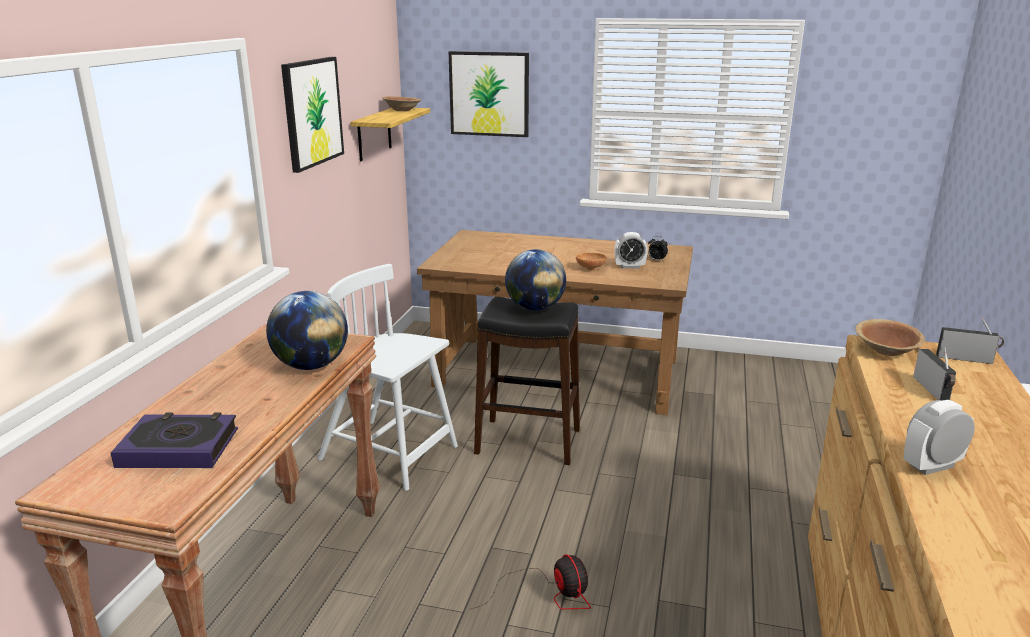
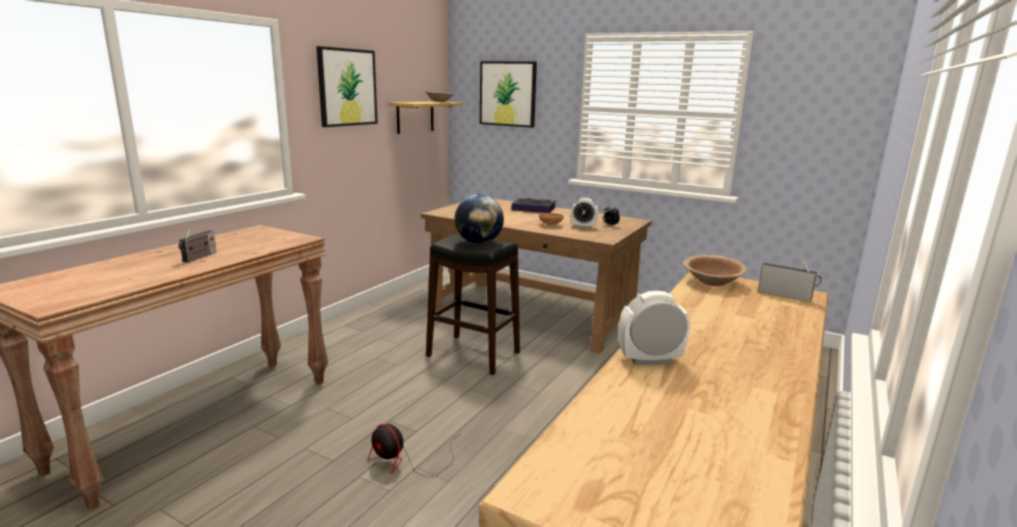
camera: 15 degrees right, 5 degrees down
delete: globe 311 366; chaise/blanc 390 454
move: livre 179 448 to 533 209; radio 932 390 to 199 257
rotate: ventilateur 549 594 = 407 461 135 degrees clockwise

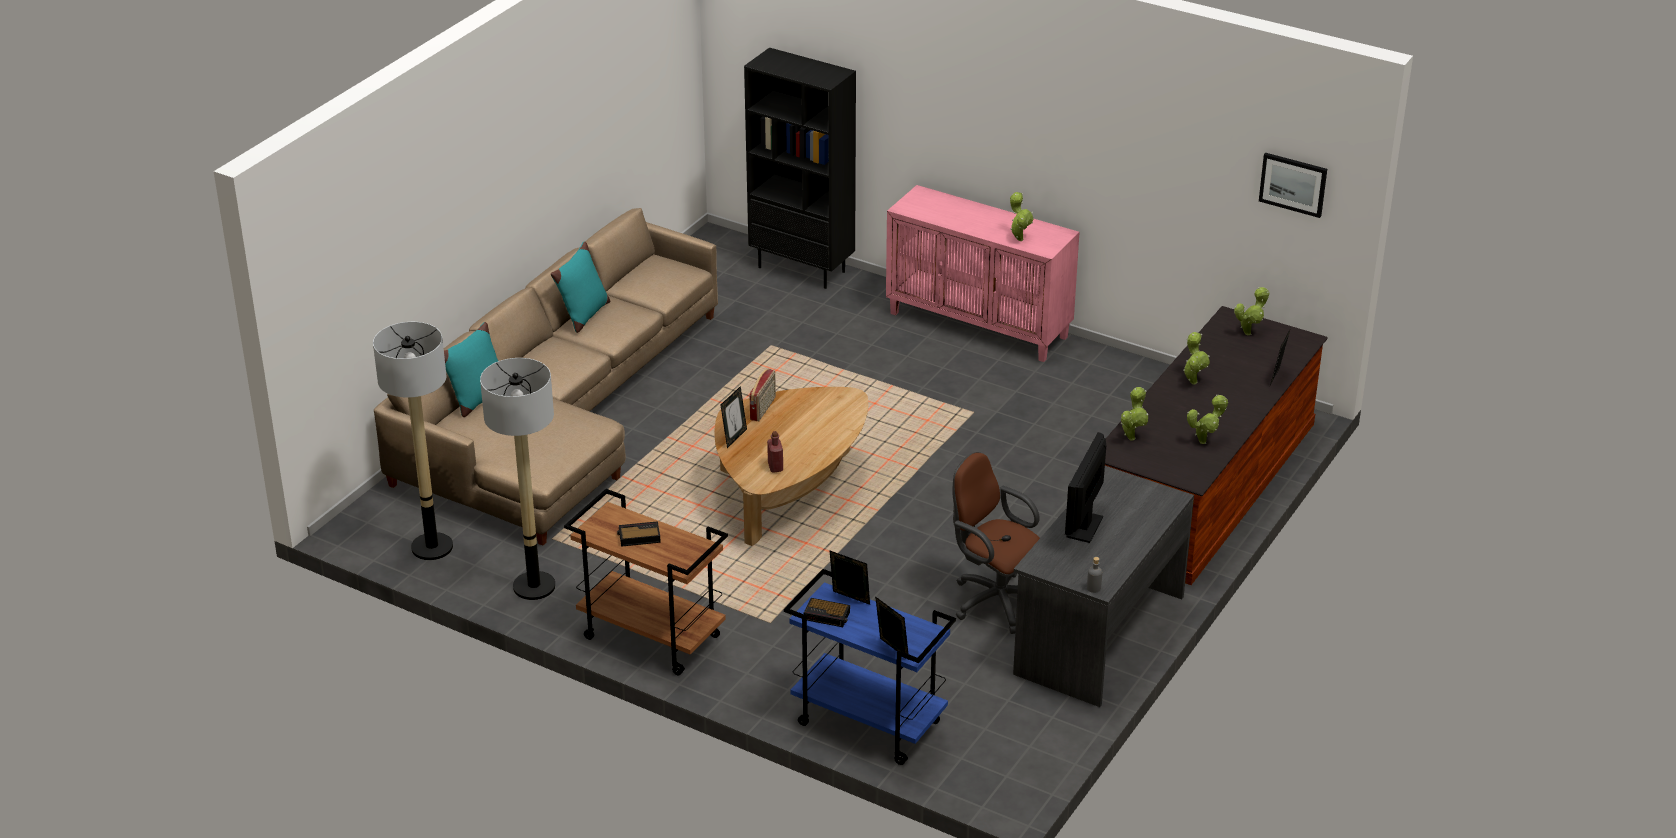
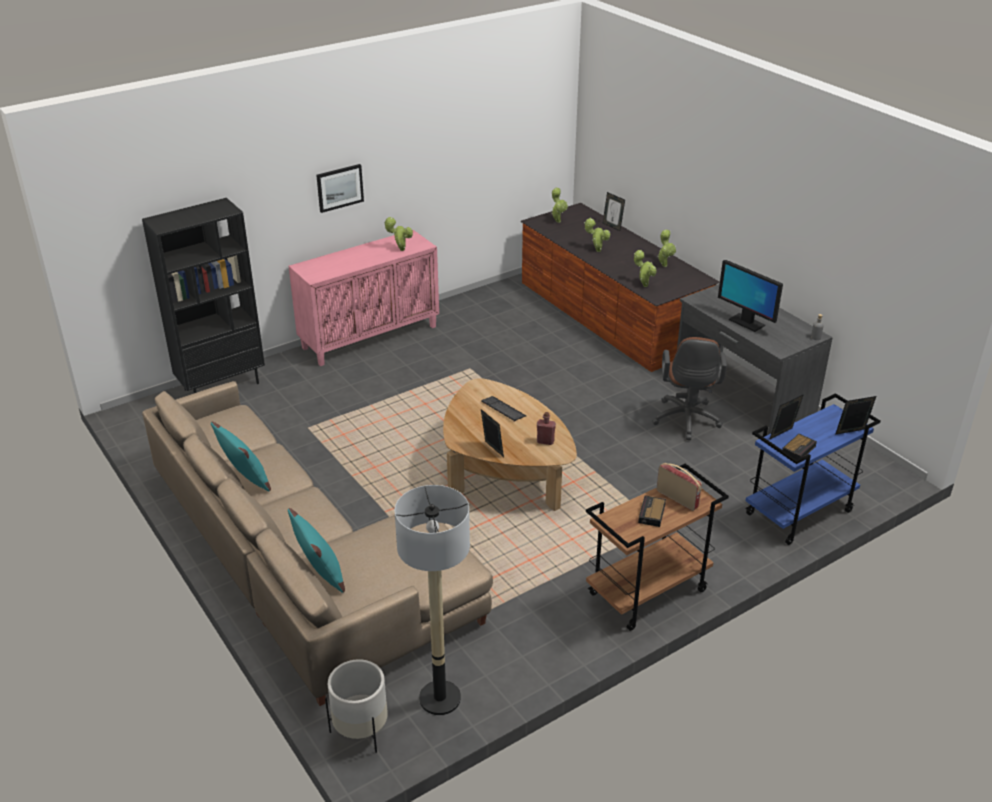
camera: 65 degrees left, 0 degrees up
delete: lampadaire 534 587
insert: cache-pot/blanc 361 731; clavier 503 409
move: radio 763 409 to 677 498; tableau 1293 184 to 339 187
rotate: chaise de bureau/marron 994 600 = 686 421 60 degrees counterclockwise

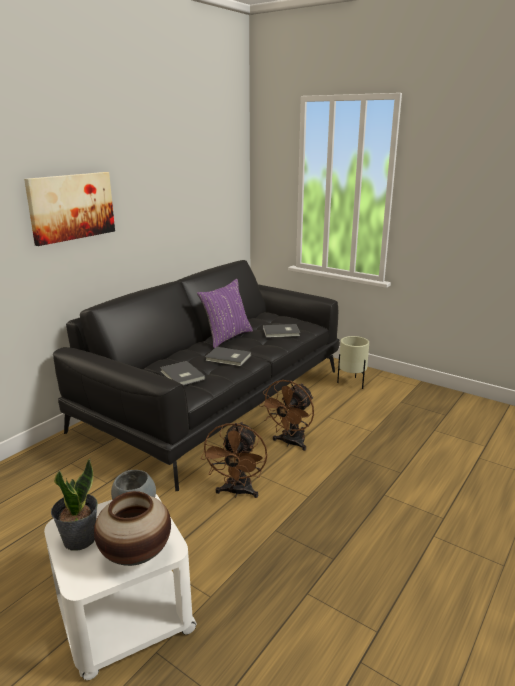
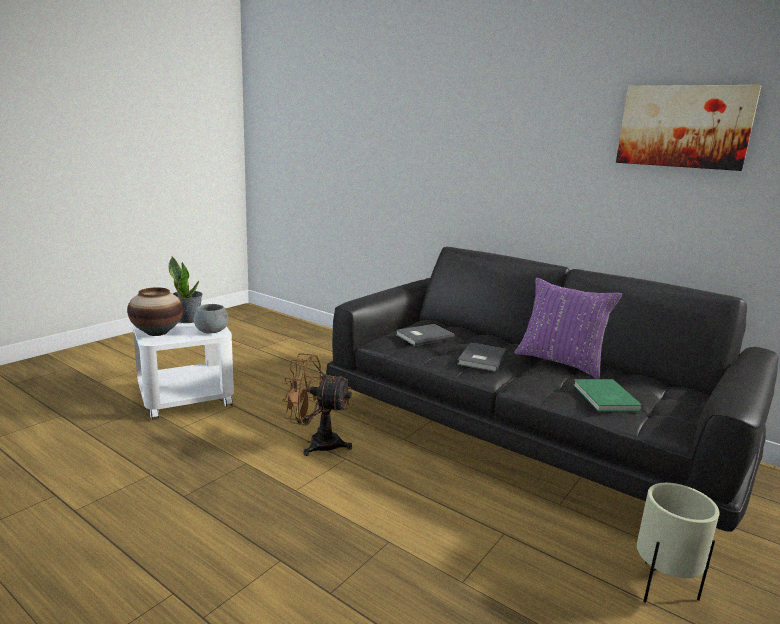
camera: 90 degrees right, 5 degrees down
delete: ventilateur/marron 290 443
move: tableau 71 207 to 684 127
recolor: livre/gris 281 332 to livre/vert 604 397

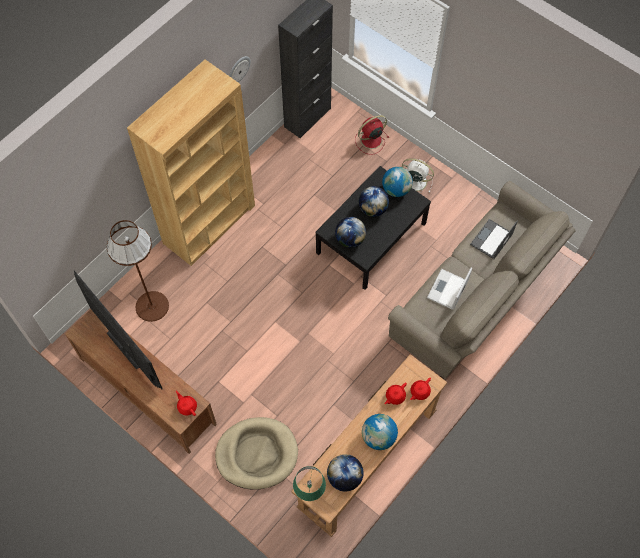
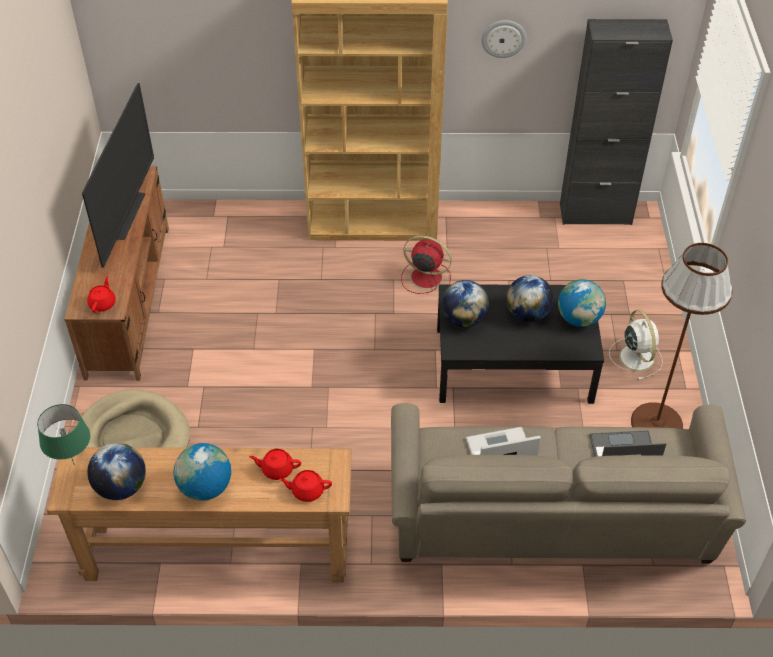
camera: 50 degrees right, 15 degrees down
move: lampadaire/marron 152 306 to 657 423; ventilateur/rouge 370 140 to 425 277

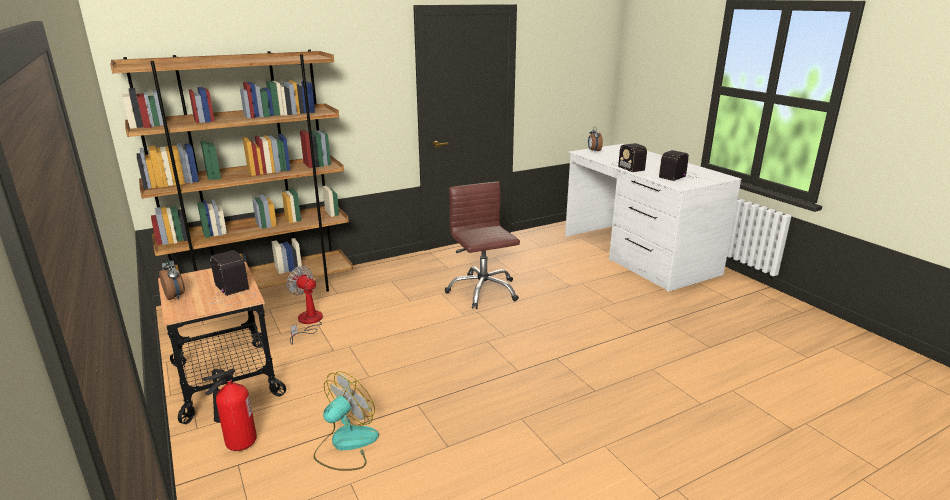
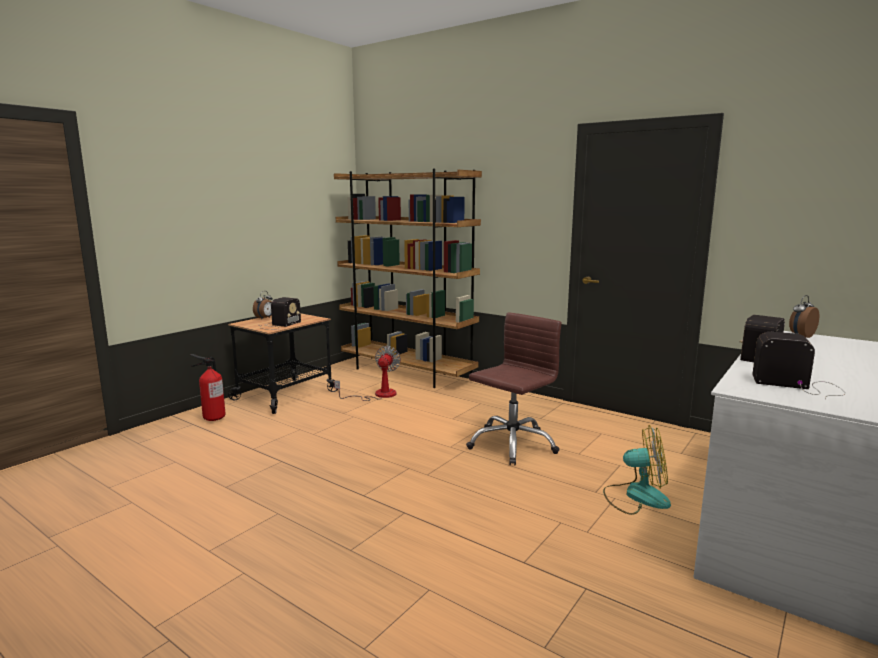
camera: 65 degrees right, 10 degrees down
move: ventilateur 346 444 to 636 496

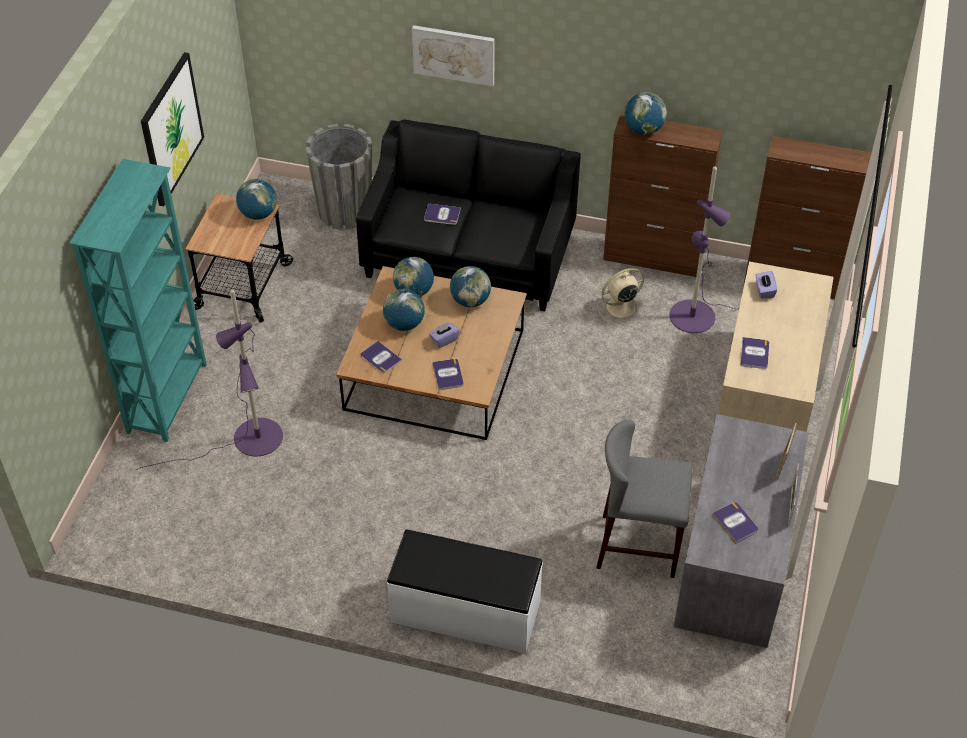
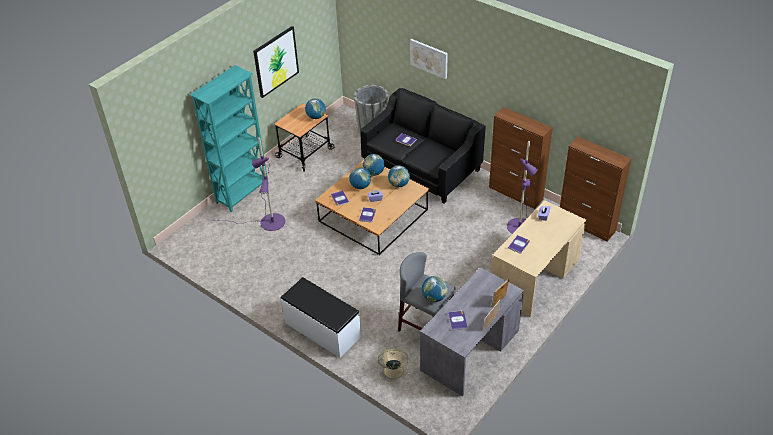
camera: 25 degrees right, 5 degrees down
move: ventilateur/beige 619 308 to 392 370; globe 643 129 to 434 297

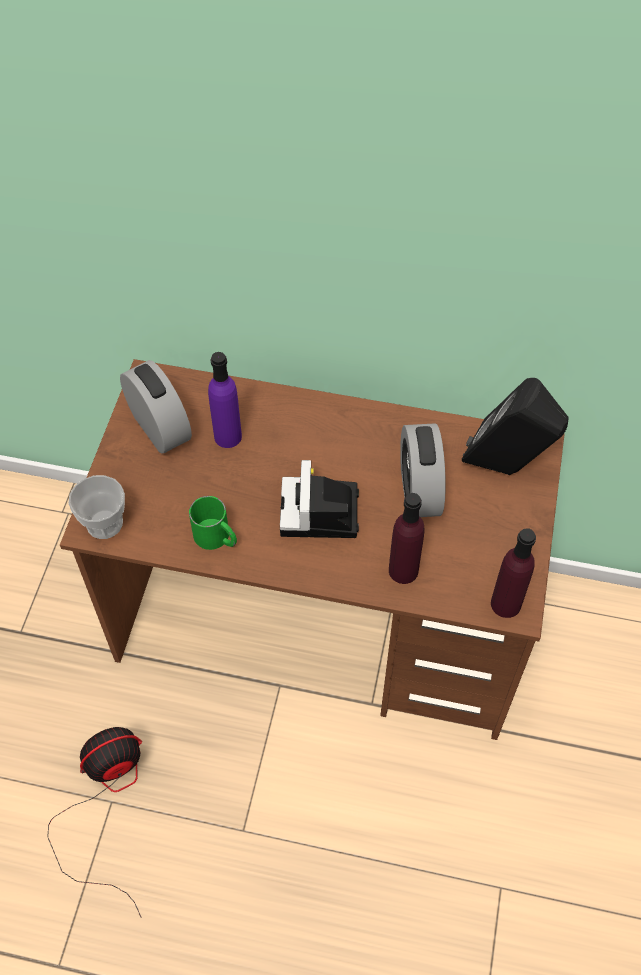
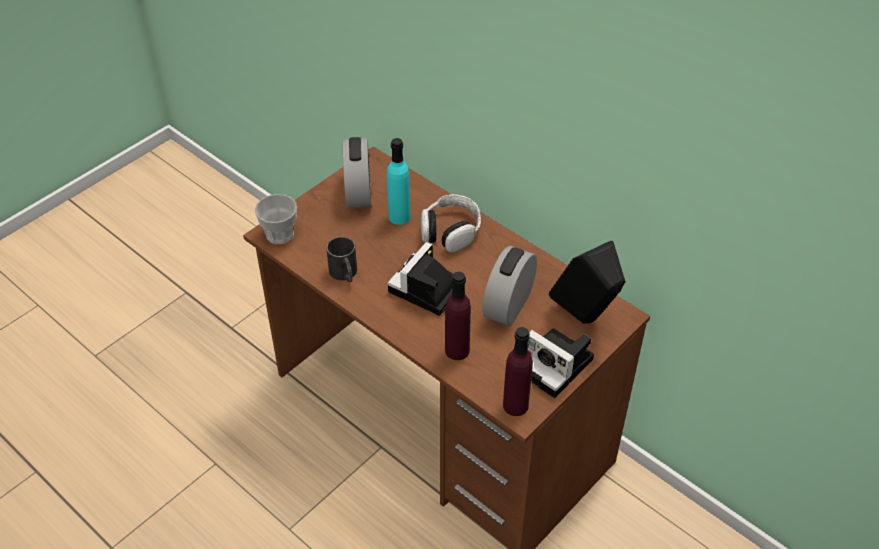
camera: 30 degrees right, 10 degrees down
delete: ventilateur 106 800
insert: casque audio 450 231; appareil photo 556 365
recolor: mug/vert 217 538 to mug/noir 345 274; bouteille/violet 228 436 to bouteille/turquoise 399 217

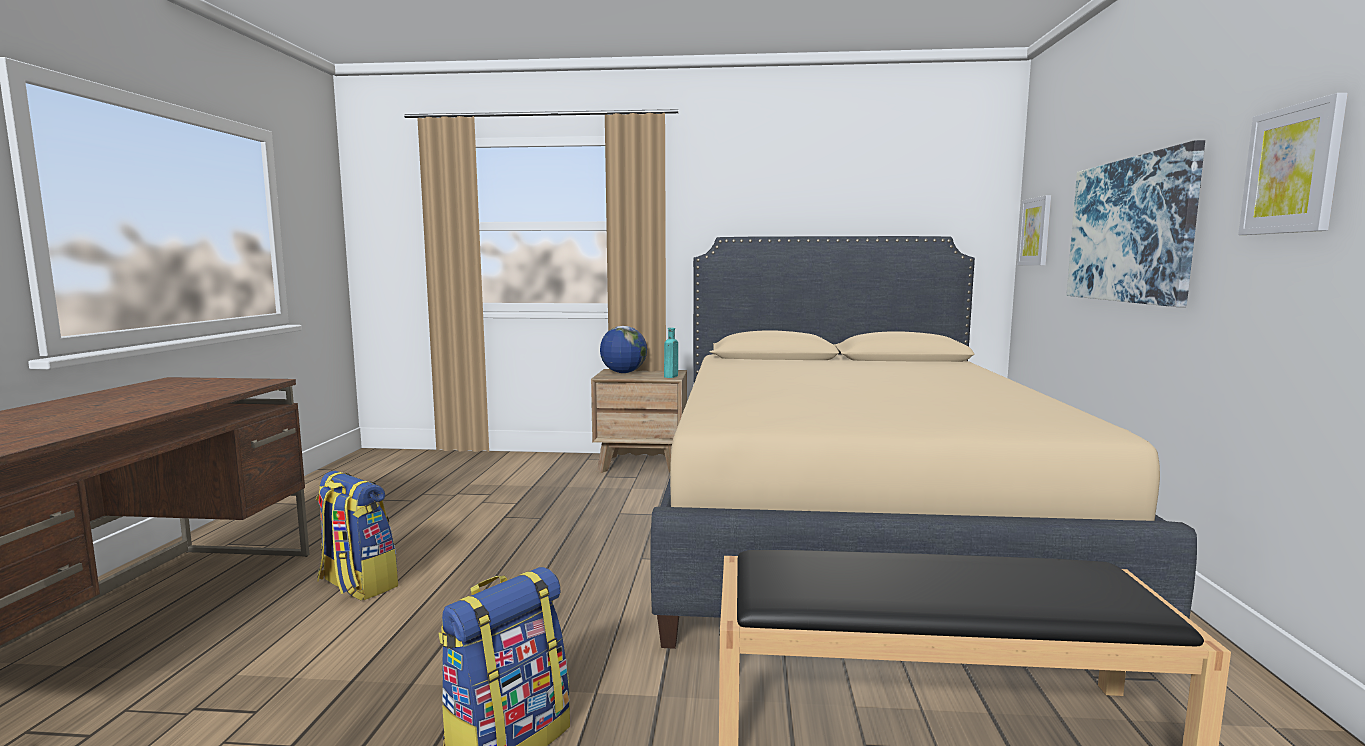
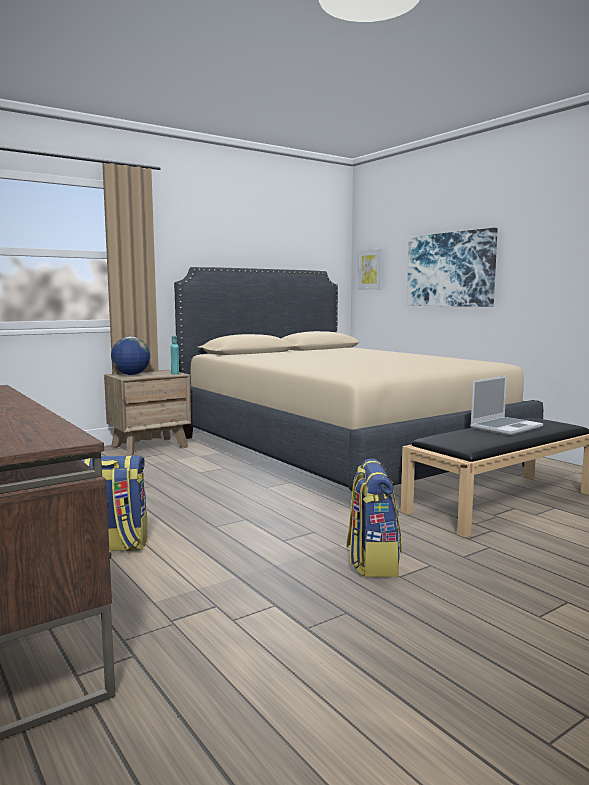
camera: 40 degrees left, 0 degrees up
delete: tableau 1292 170
insert: ordinateur portable 505 427

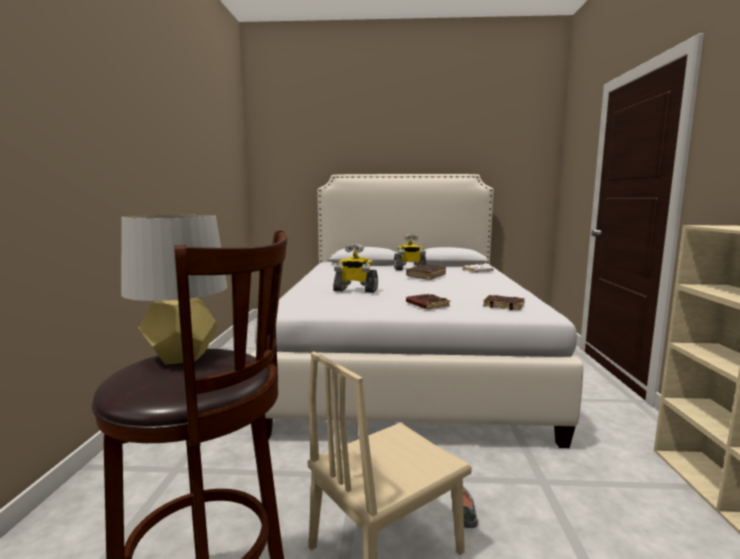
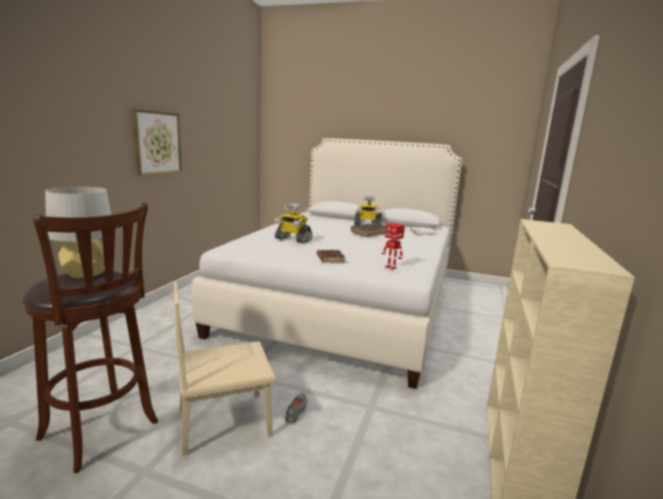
camera: 15 degrees right, 5 degrees up
insert: tableau 157 143
replace: livre/marron 504 305 to robot jouet 391 267

